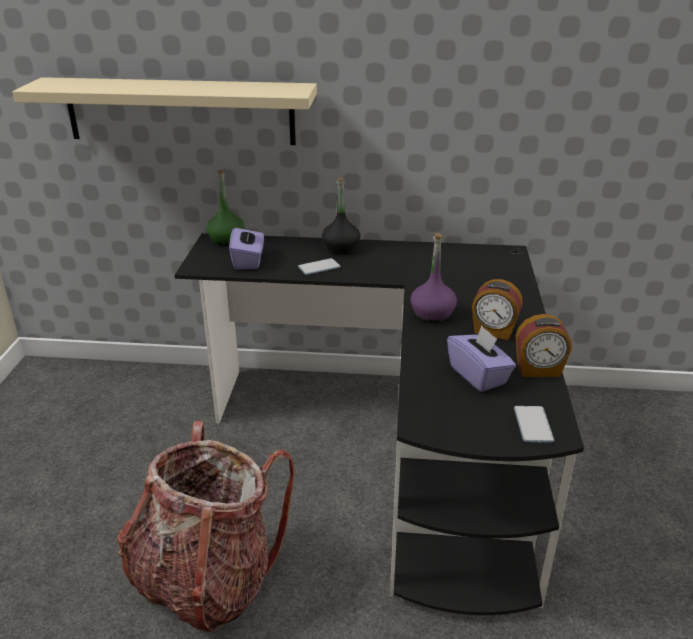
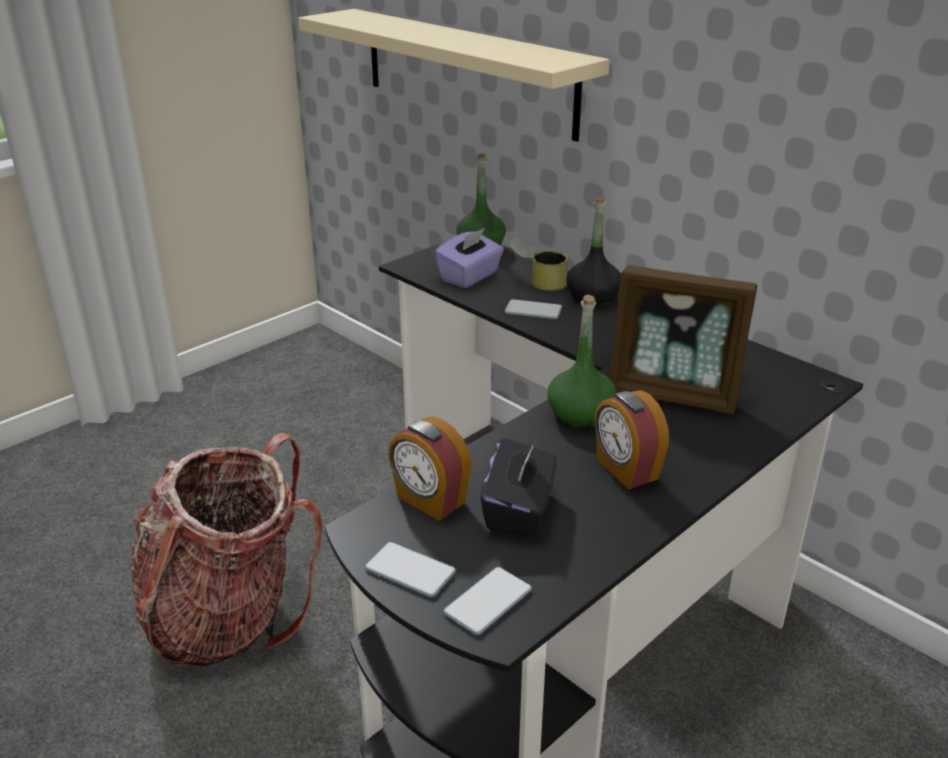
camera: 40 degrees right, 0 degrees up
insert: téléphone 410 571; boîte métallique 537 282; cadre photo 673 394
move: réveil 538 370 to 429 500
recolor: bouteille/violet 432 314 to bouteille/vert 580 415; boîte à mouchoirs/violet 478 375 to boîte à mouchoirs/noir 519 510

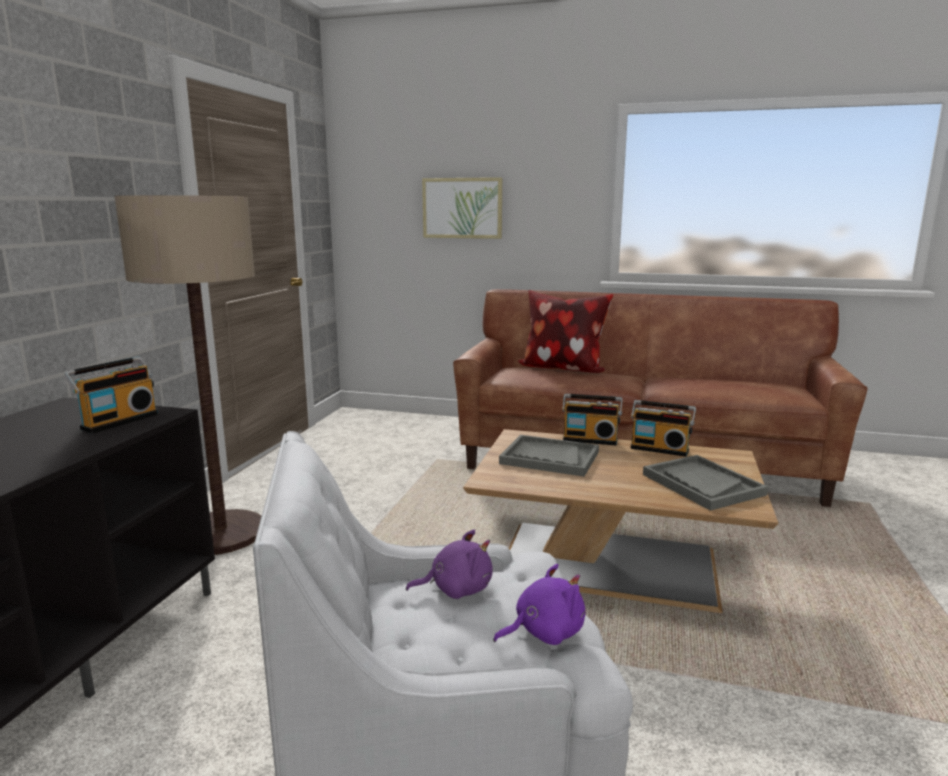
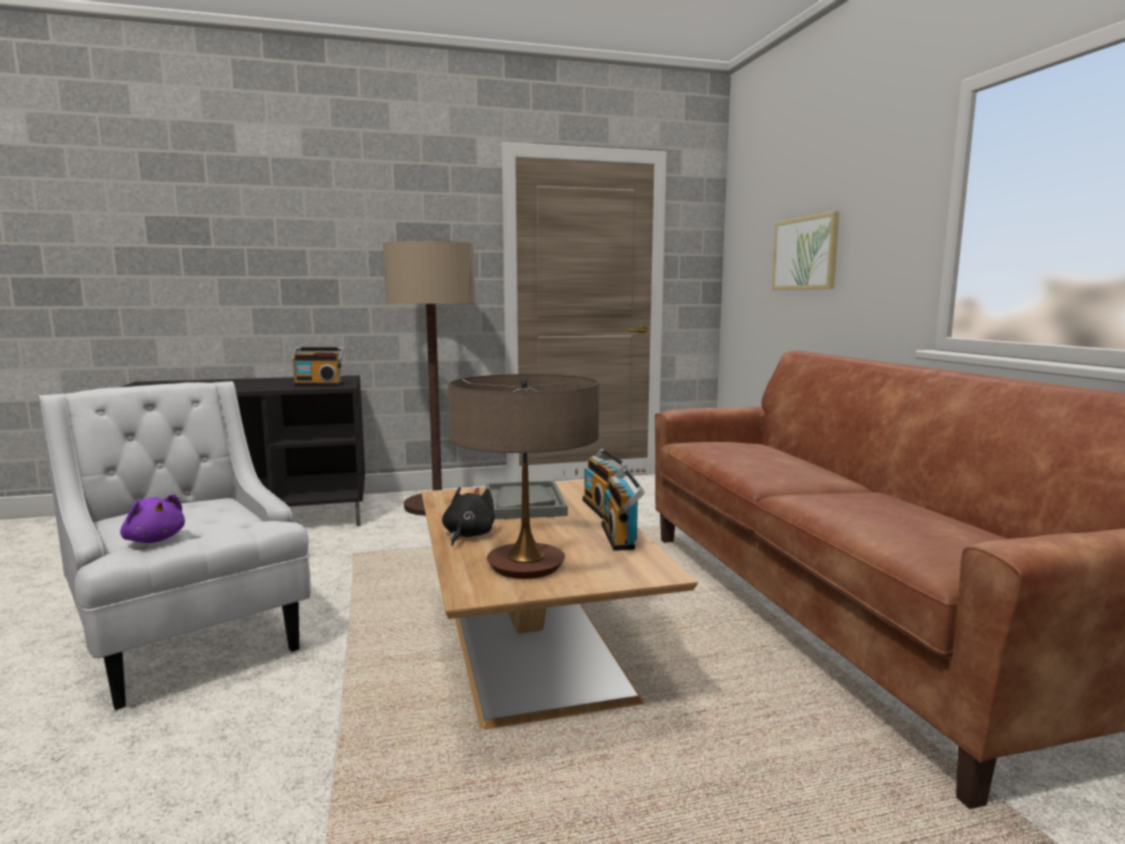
camera: 60 degrees right, 5 degrees down
delete: peluche/violet 456 589; coussin 562 369
insert: peluche/noir 467 535
replace: plateau/gris 702 484 to lampe de table 526 565

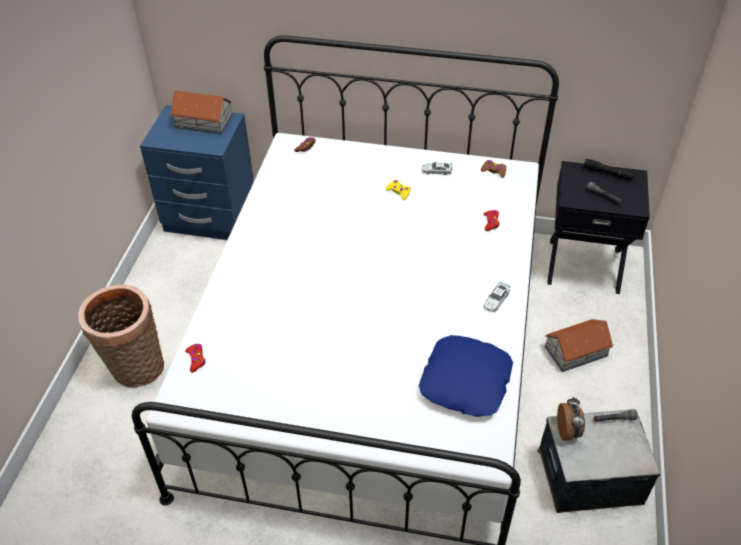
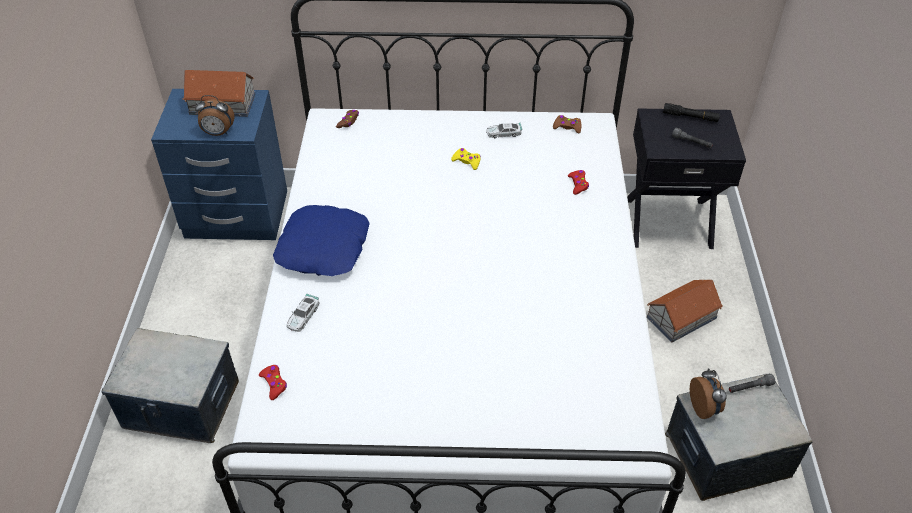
camera: 10 degrees left, 0 degrees up
insert: réveil 218 133
move: coussin/bleu 466 382 to 324 248; petite voiture 496 300 to 303 316
replace: panier 135 369 to boîte de rangement 181 405

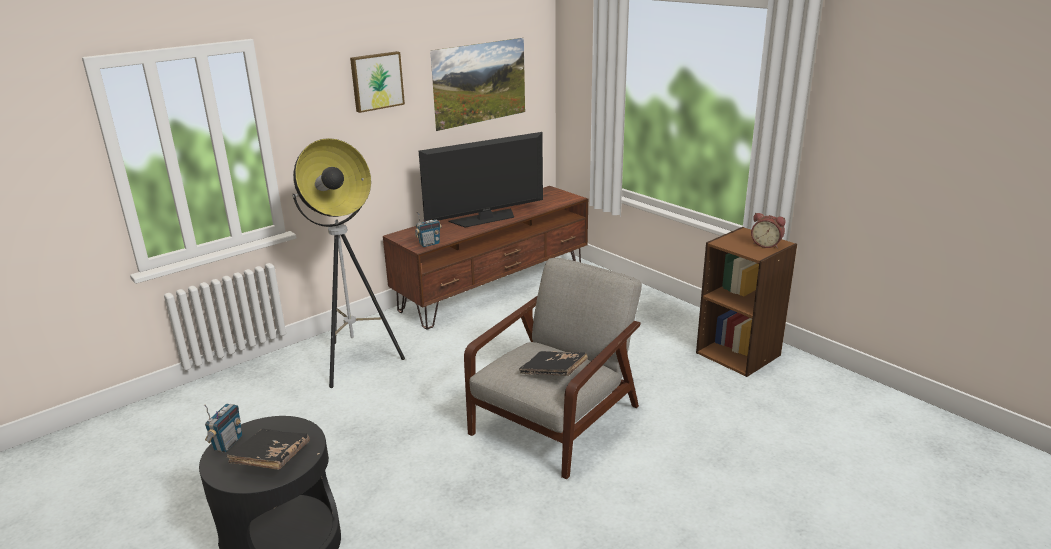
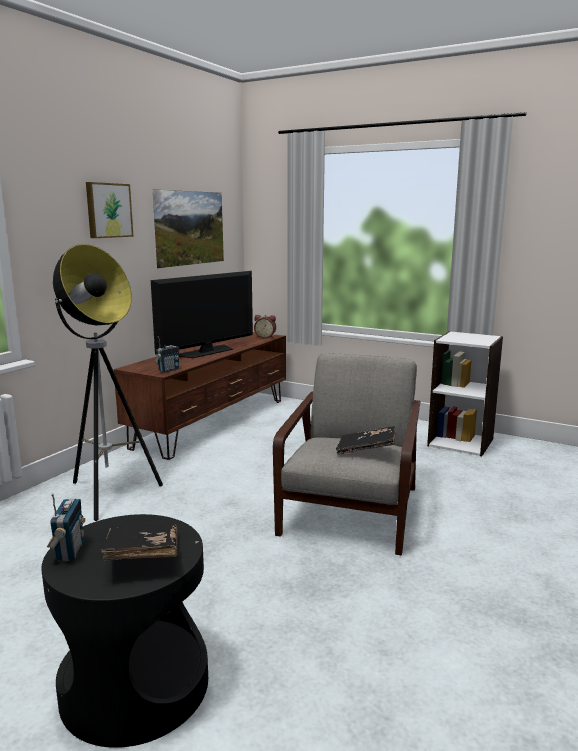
camera: 20 degrees left, 10 degrees down
move: réveil 766 244 to 265 337
recolor: bibliothèque/marron 738 353 to bibliothèque/blanc 461 442

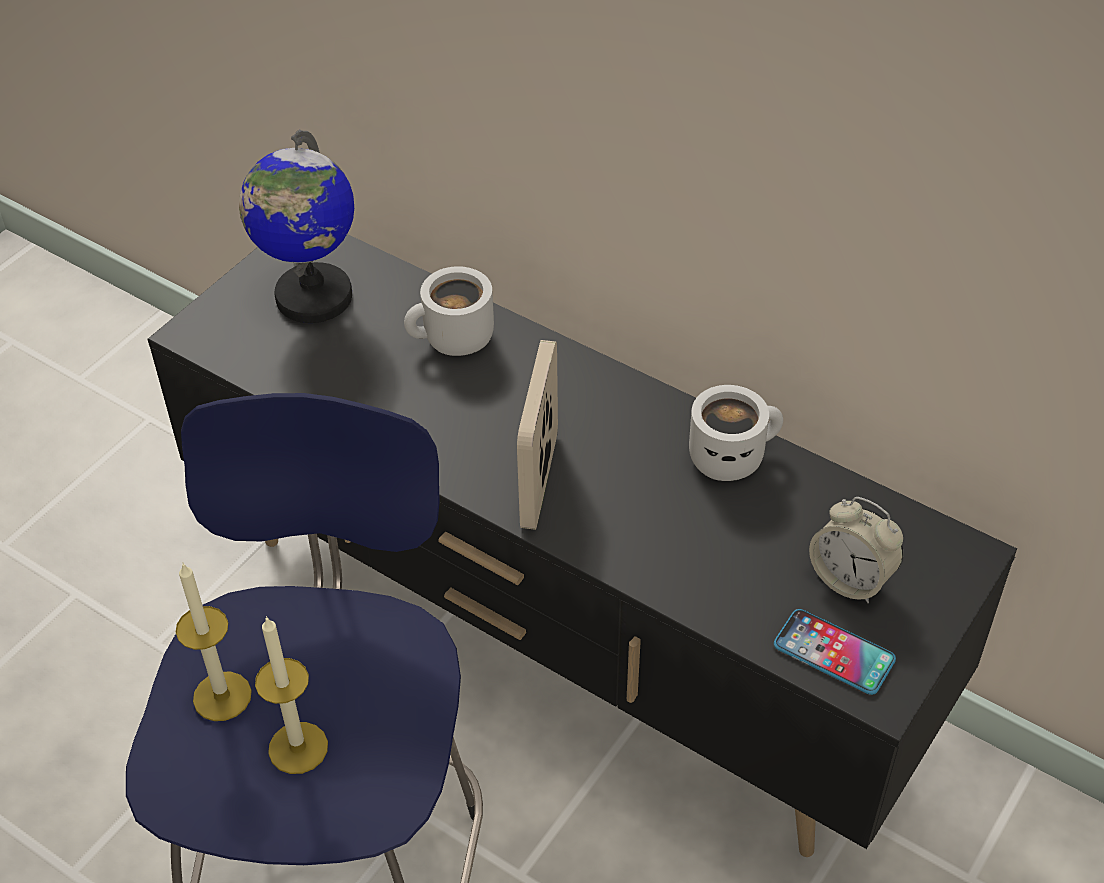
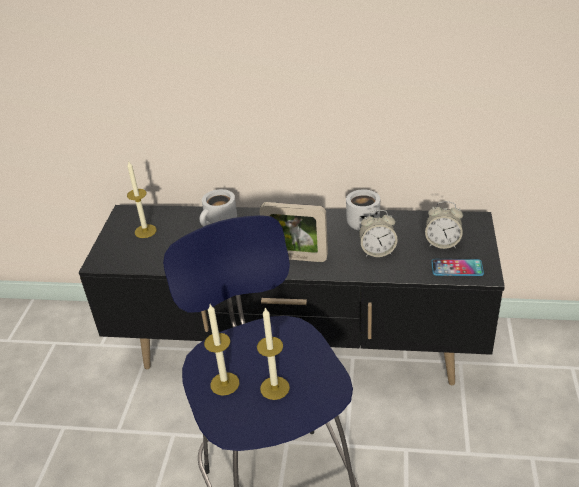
camera: 25 degrees left, 10 degrees down
insert: réveil 377 251
replace: globe 313 297 to bougie 145 231
rotate: cadre photo 539 481 = 296 257 60 degrees counterclockwise

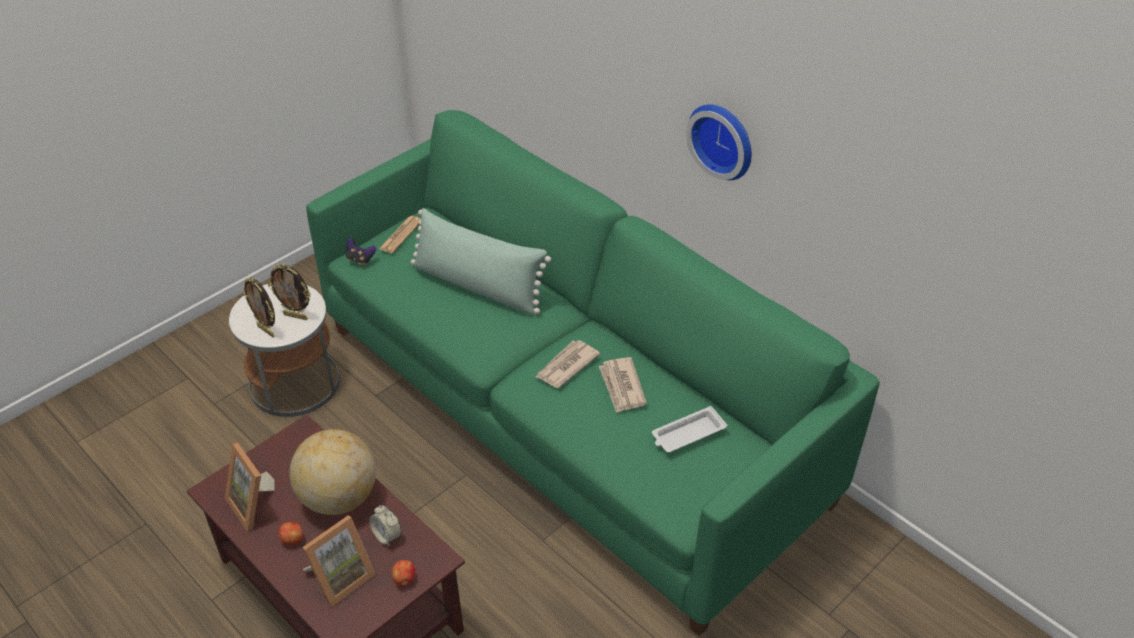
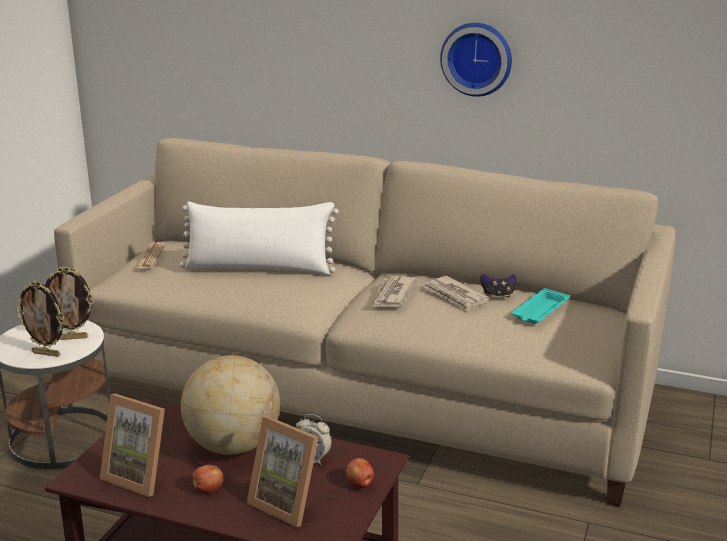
camera: 25 degrees left, 20 degrees down
move: manette 360 259 to 497 295
recolor: canapé/vert 568 412 to canapé/beige 365 391; coussin/vert 477 286 to coussin/blanc 259 268; plateau/blanc 687 434 to plateau/turquoise 539 311
rotate: cadre photo 340 577 = 288 502 105 degrees clockwise

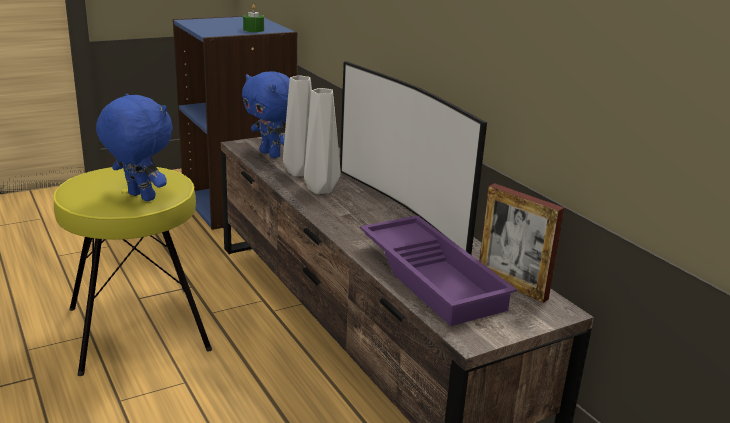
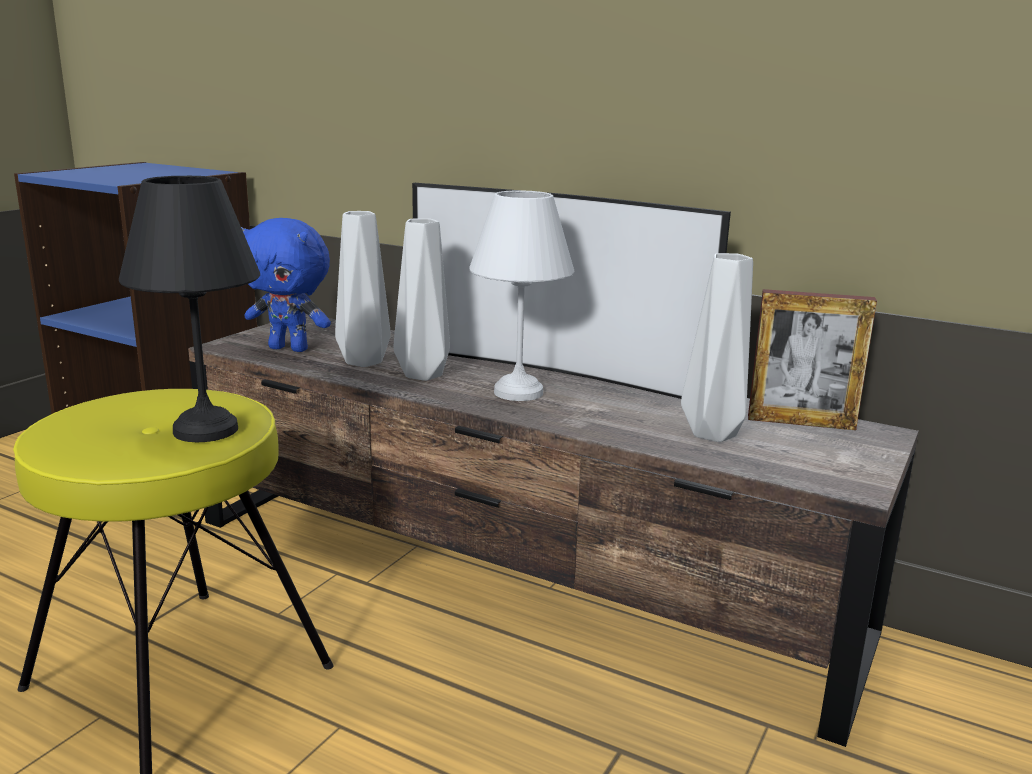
camera: 30 degrees left, 5 degrees down
delete: bougie/vert 253 30
insert: lampe de table/blanc 520 392
replace: peluche/bleu 139 197 to lampe de table/noir 203 431; plateau/violet 434 277 to vase/gris 712 435

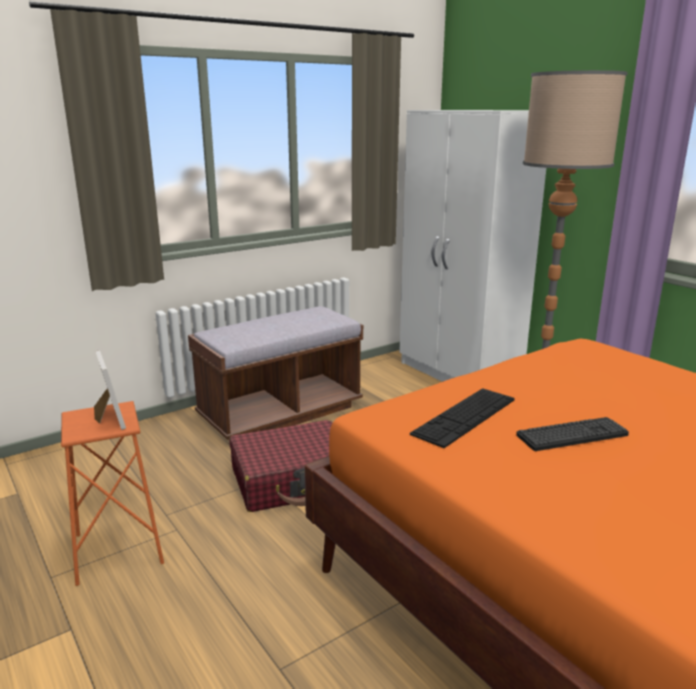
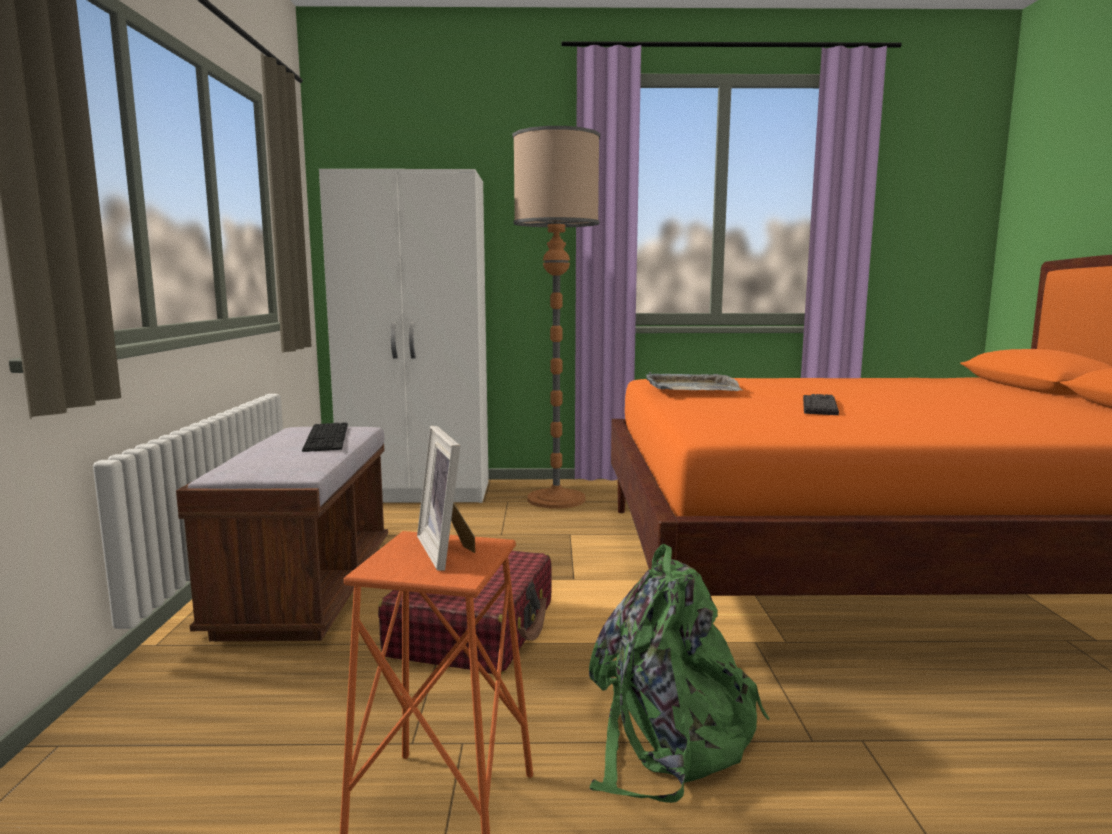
camera: 55 degrees left, 10 degrees down
insert: sac à dos/vert 667 736; plateau/gris 690 387
move: clavier 464 416 to 326 437
rotate: cadre photo 109 420 = 448 550 120 degrees counterclockwise

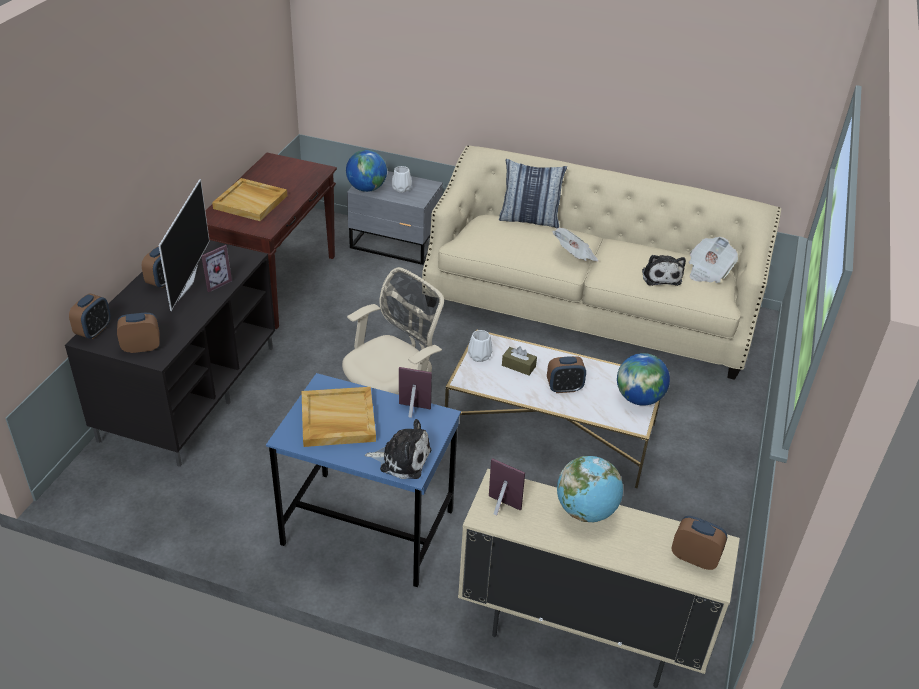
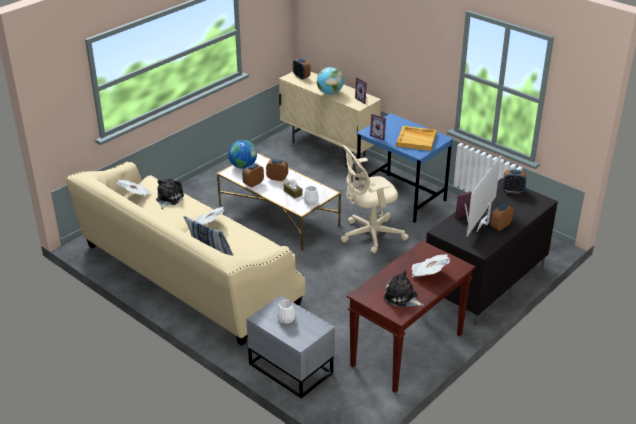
camera: 155 degrees left, 5 degrees down
delete: globe 366 188
move: réveil 94 331 to 253 184; peluche 402 459 to 402 298
replace: plateau/beige 251 202 to journal 428 273

